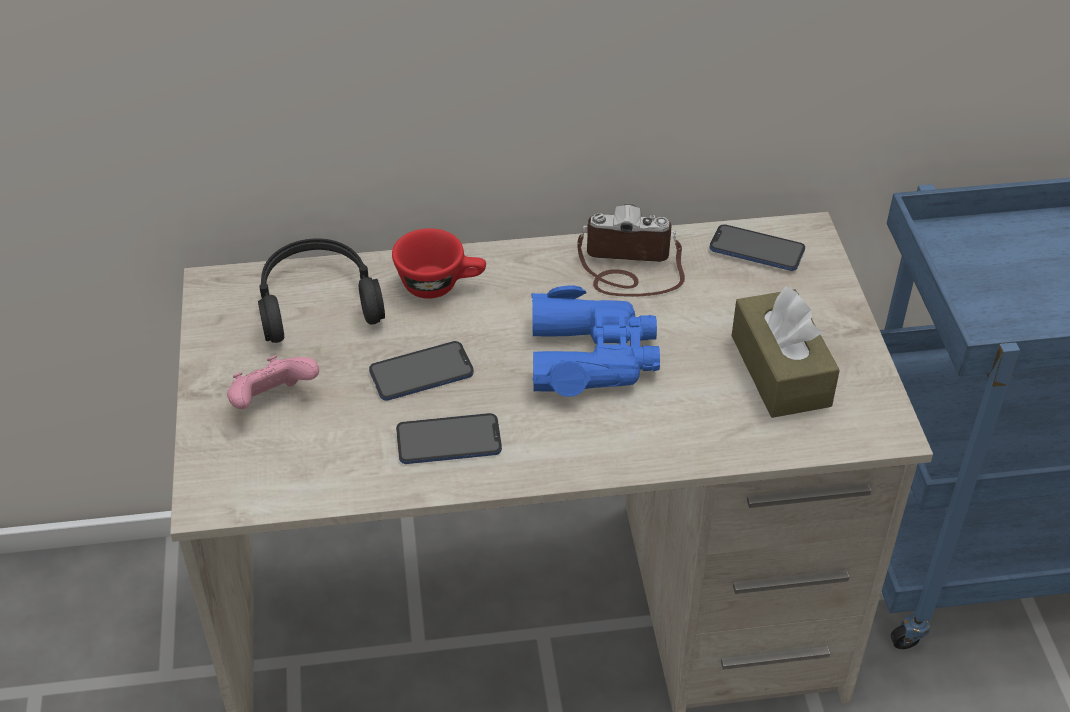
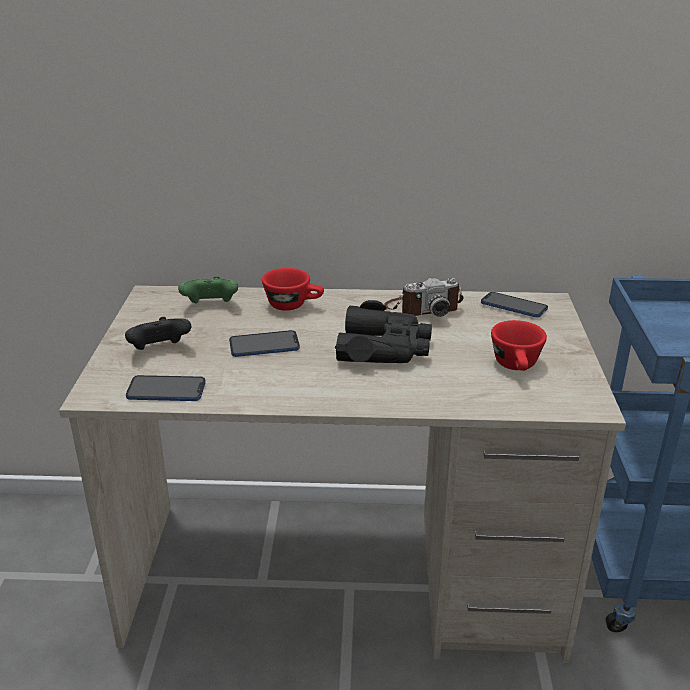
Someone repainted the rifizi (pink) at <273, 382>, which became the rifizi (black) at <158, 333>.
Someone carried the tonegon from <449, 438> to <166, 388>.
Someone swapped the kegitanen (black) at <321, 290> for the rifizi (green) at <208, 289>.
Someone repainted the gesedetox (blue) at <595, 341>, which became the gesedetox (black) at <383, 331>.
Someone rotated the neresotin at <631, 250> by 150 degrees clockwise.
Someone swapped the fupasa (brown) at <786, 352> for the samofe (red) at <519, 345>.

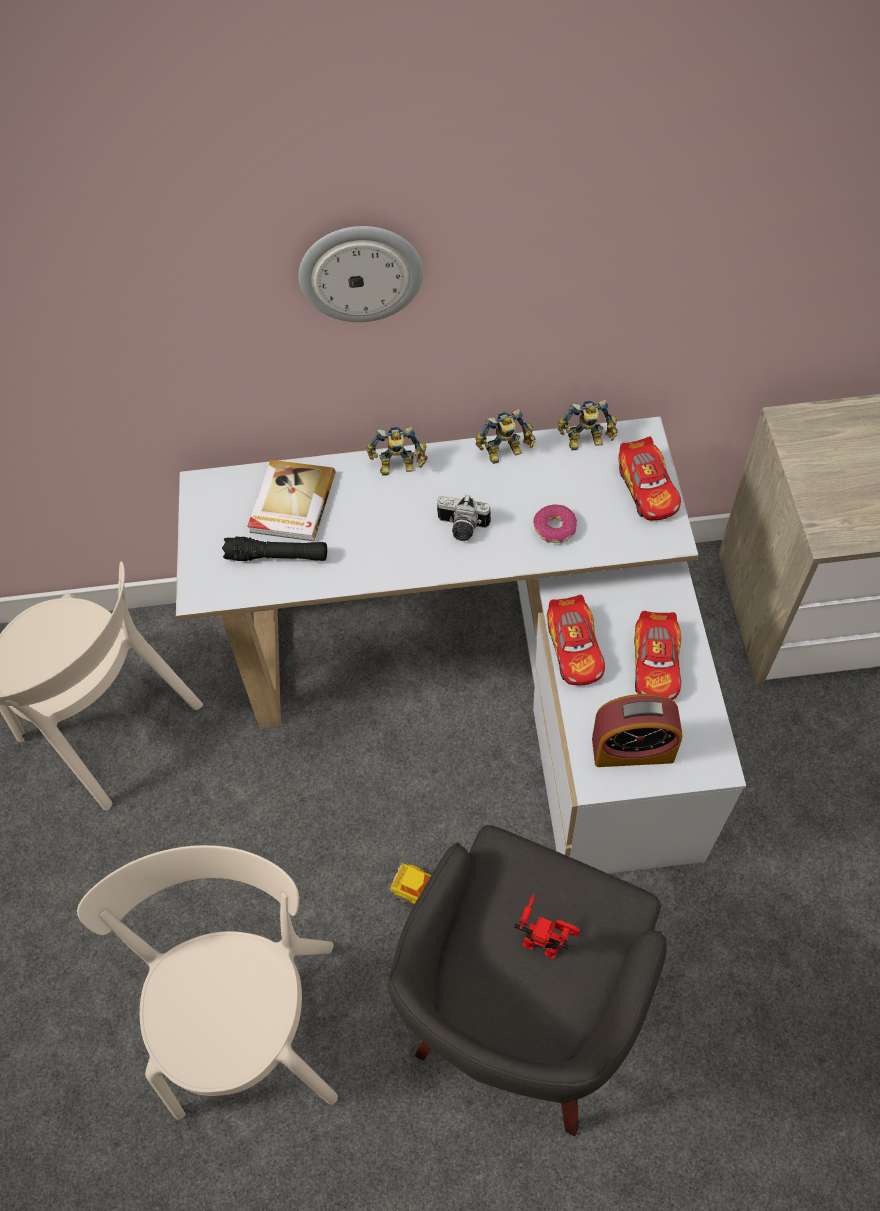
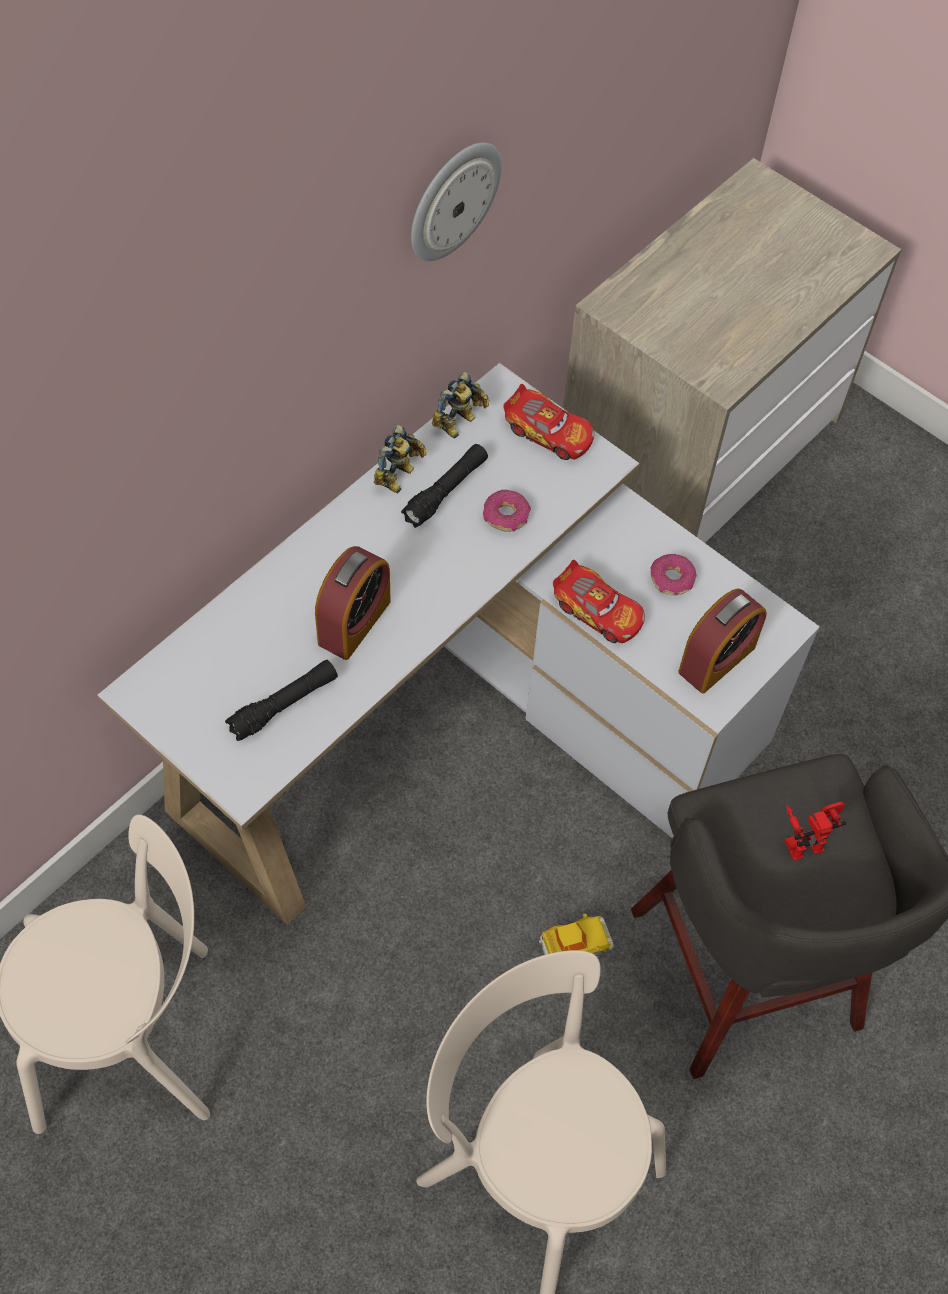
Someone put down the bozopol at <353, 603>.
Someone put down the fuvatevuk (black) at <444, 486>.
Someone carried the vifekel from <361, 274> to <456, 201>.
Someone swapped the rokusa at <657, 655> for the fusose at <673, 575>.
Someone took away the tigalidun at <291, 500>.
Someone took away the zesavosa at <396, 451>.
Someone took away the neresotin at <464, 518>.

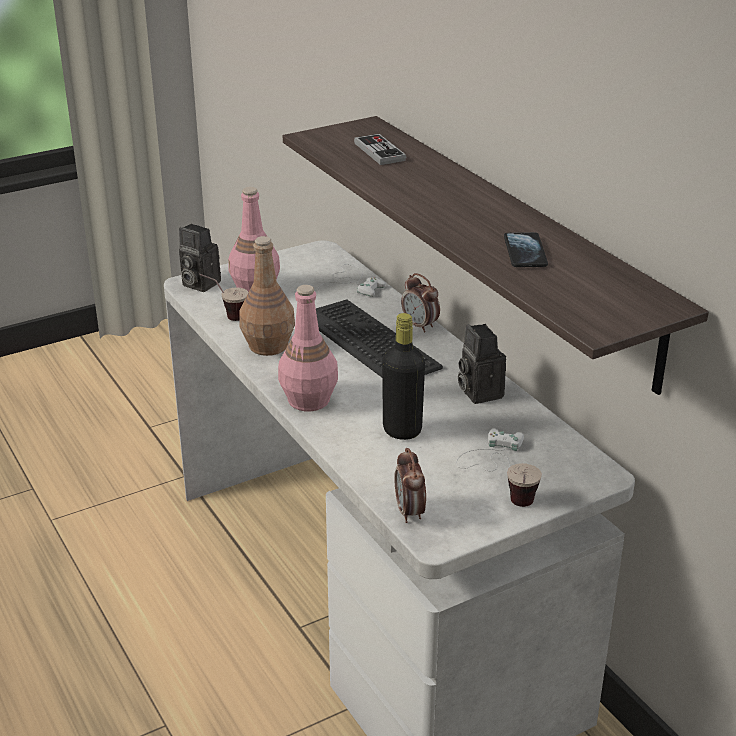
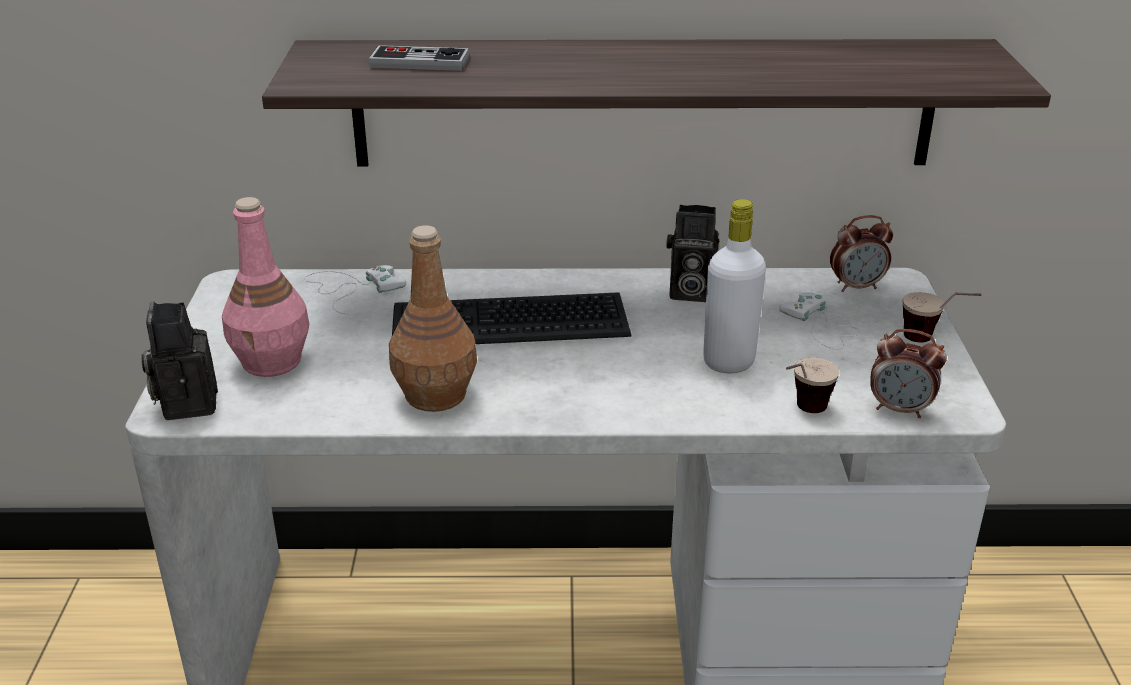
Someone rotated the neresotin at <200, 258> by 105 degrees clockwise.
Someone repainted the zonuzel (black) at <403, 376>, which became the zonuzel (white) at <734, 286>.
Someone carried the samofe from <223, 297> to <813, 385>.
Someone carried the bozopol from <420, 302> to <861, 253>.
Someone took away the zonuzel (pink) at <308, 348>.
Someone took away the tonegon at <526, 249>.

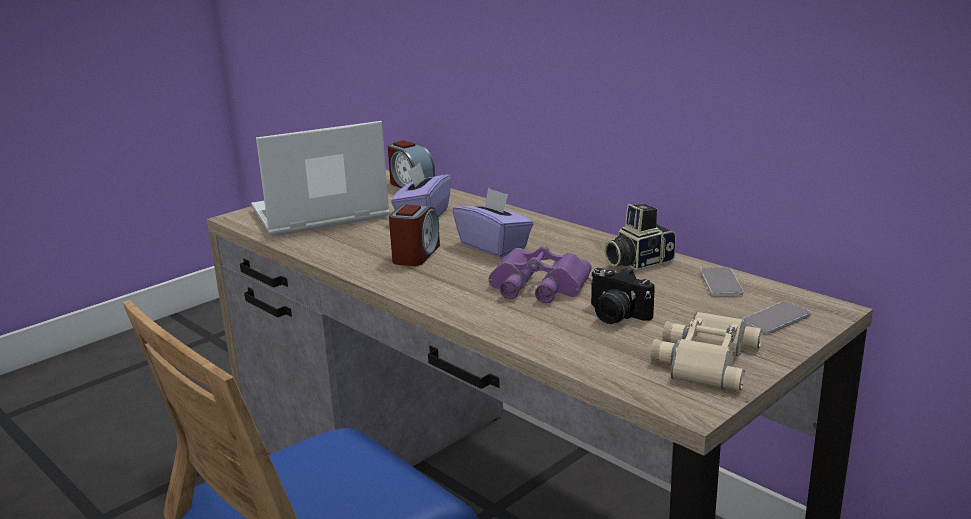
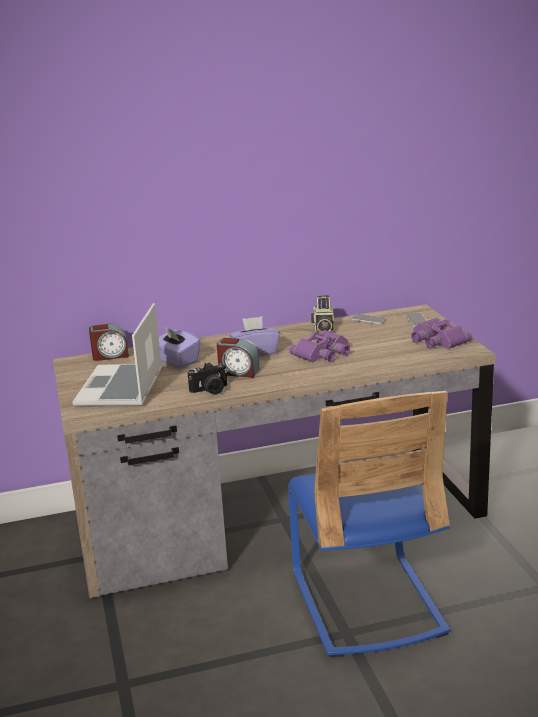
Someone carried the neresotin from <622, 296> to <207, 378>.
Someone rotated the bozopol at <414, 235> by 150 degrees clockwise.
Someone repainted the gesedetox (beige) at <706, 351>, which became the gesedetox (purple) at <442, 333>.

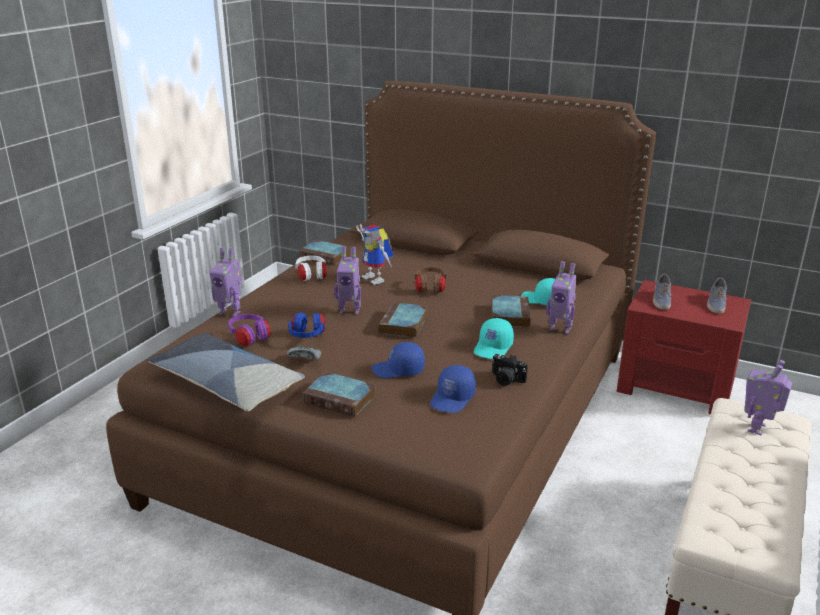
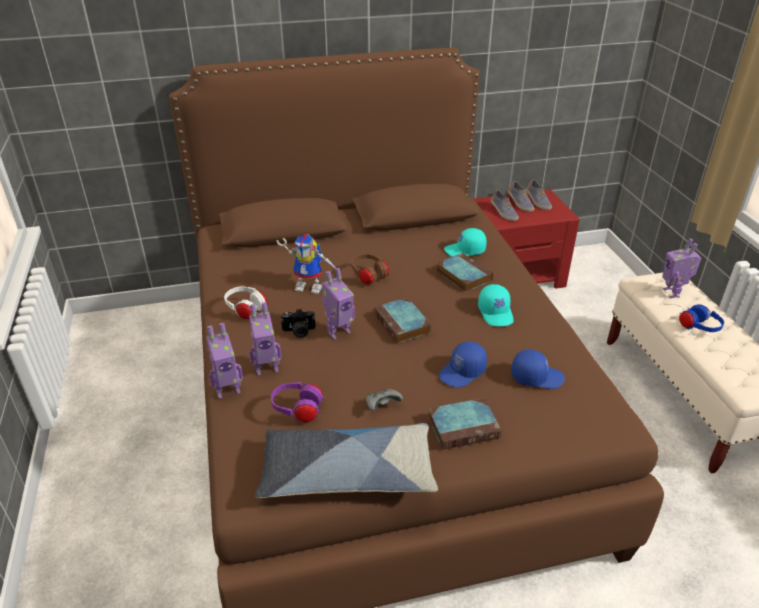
Someone carried the zesavosa from <561, 298> to <265, 339>.
Someone carried the neresotin from <510, 370> to <298, 323>.
Someone put down the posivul at <521, 196>.
Someone rotated the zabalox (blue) at <453, 389> by 75 degrees counterclockwise.
Someone carried the kegitanen (blue) from <306, 325> to <701, 318>.
Someone took away the tigalidun at <325, 253>.

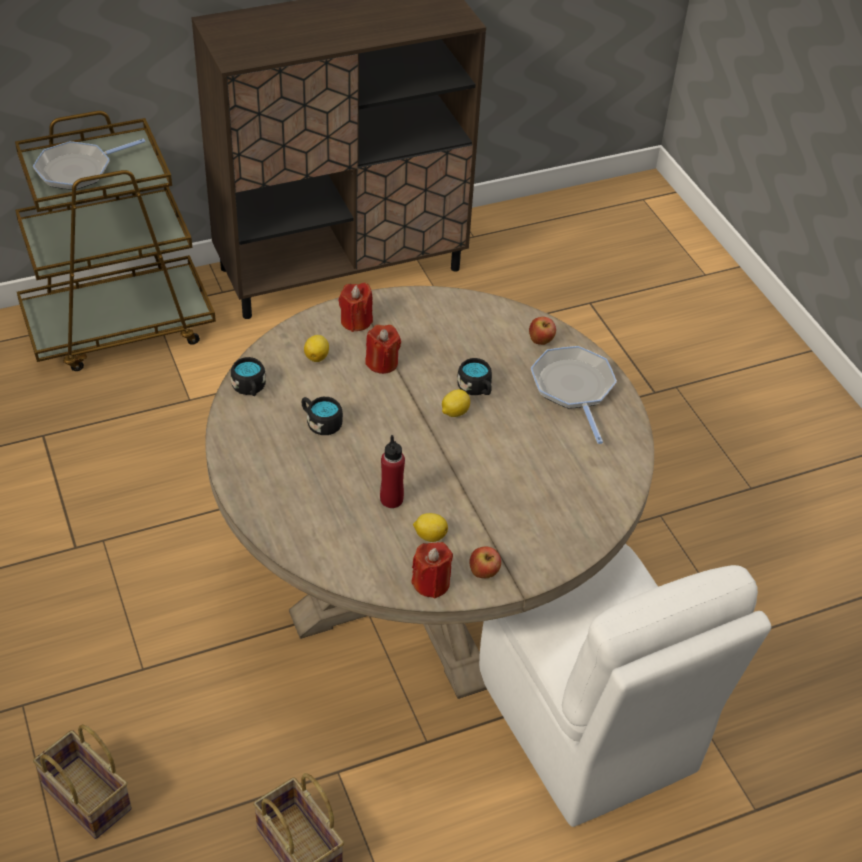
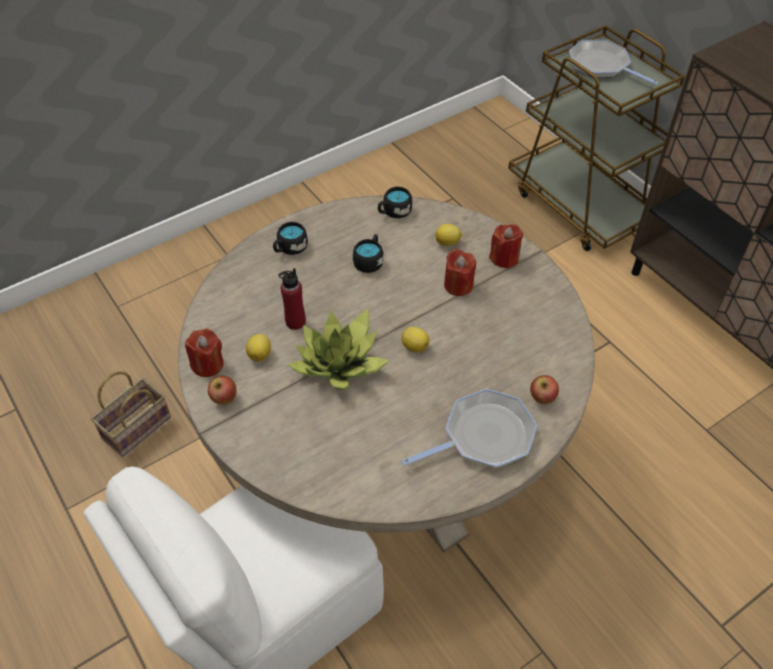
Someone carried the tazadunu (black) from <475, 376> to <290, 238>.
Someone put down the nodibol at <338, 349>.
Someone took away the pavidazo at <82, 781>.

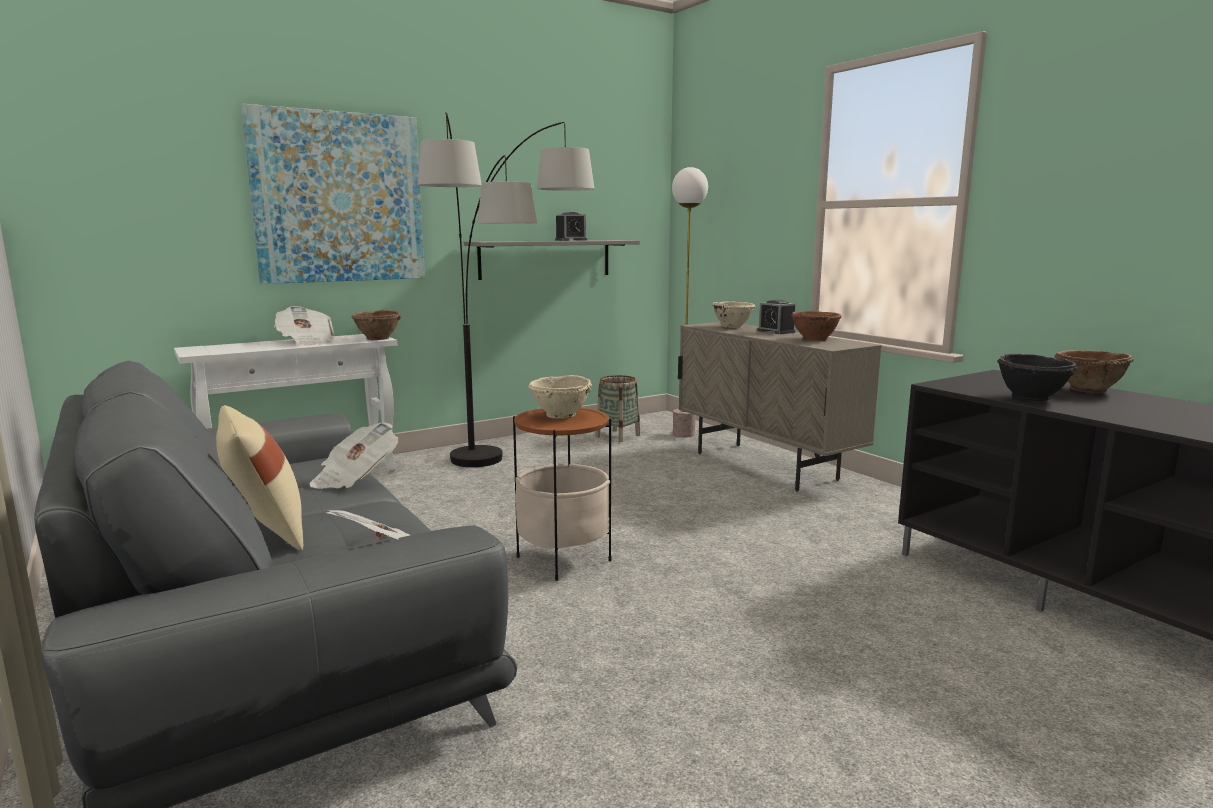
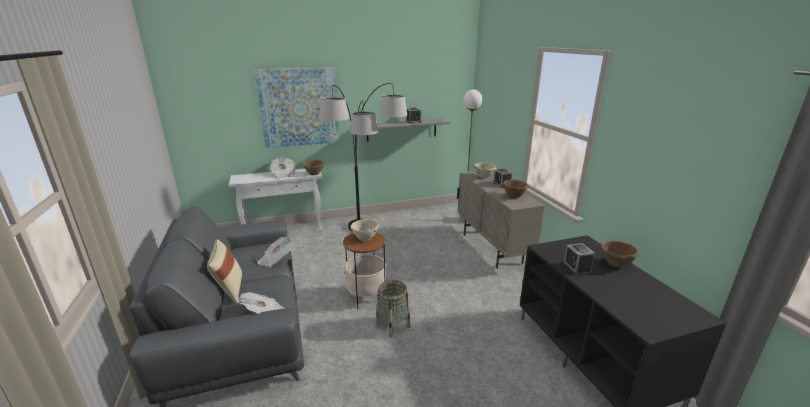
Someone carried the pavidazo from <617, 408> to <393, 309>.
Someone swapped the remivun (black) at <1037, 377> for the bozopol at <579, 259>.

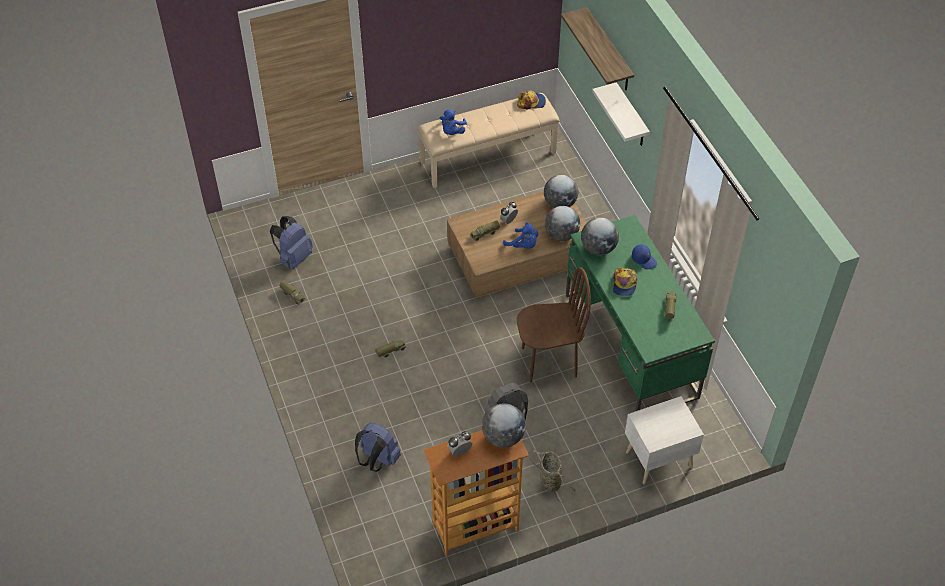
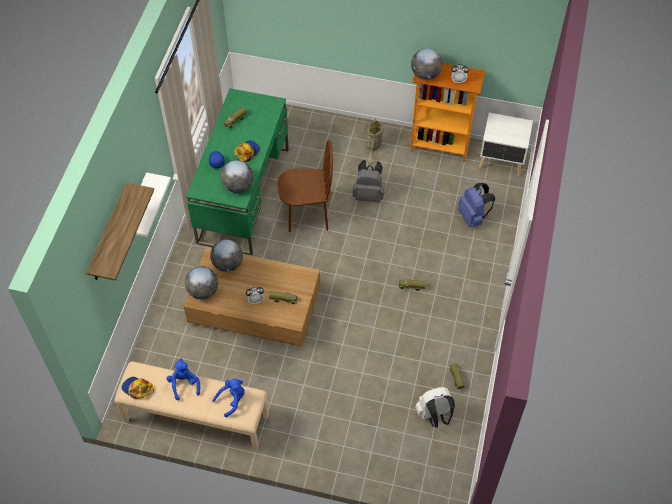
Someone carried the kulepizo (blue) from <520, 236> to <183, 380>.
Someone rotated the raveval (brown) at <554, 324> by 150 degrees clockwise.
Someone repainted the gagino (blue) at <291, 242>, which became the gagino (white) at <435, 407>.
Someone carried the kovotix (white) from <664, 440> to <506, 144>.

